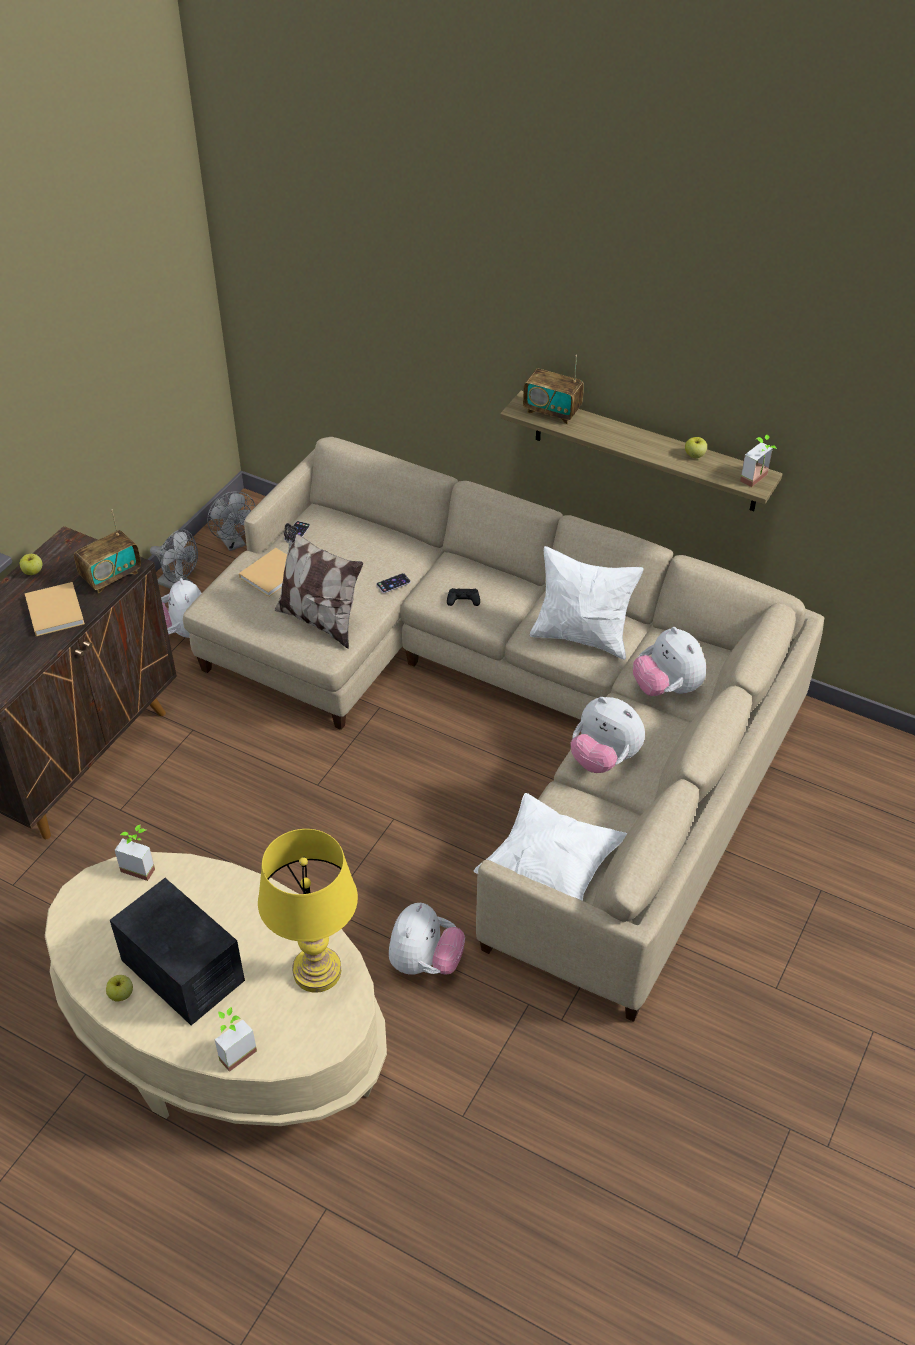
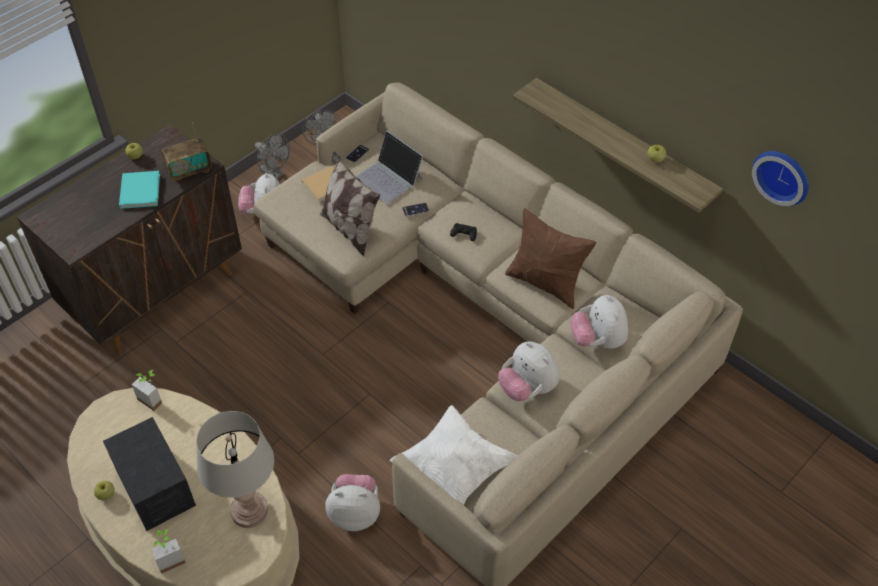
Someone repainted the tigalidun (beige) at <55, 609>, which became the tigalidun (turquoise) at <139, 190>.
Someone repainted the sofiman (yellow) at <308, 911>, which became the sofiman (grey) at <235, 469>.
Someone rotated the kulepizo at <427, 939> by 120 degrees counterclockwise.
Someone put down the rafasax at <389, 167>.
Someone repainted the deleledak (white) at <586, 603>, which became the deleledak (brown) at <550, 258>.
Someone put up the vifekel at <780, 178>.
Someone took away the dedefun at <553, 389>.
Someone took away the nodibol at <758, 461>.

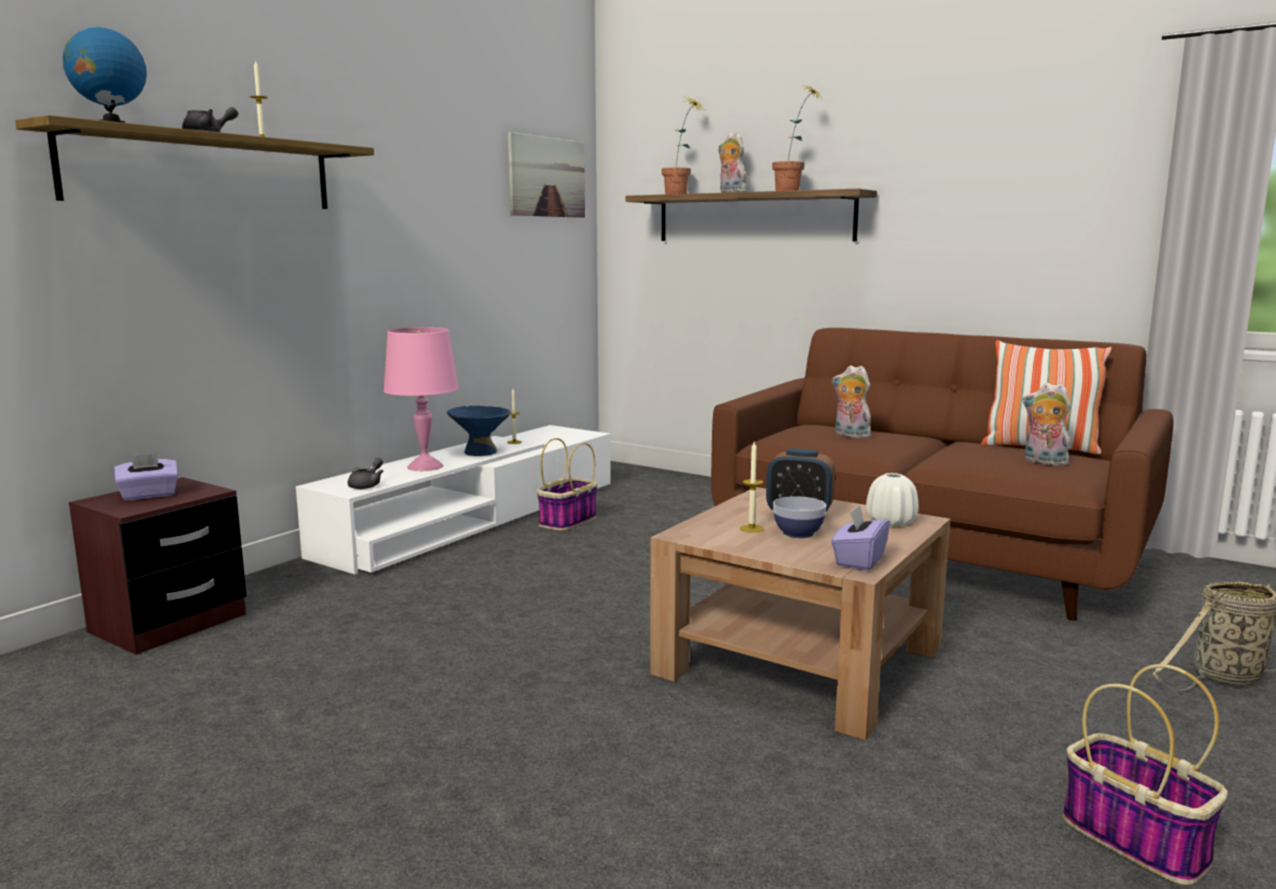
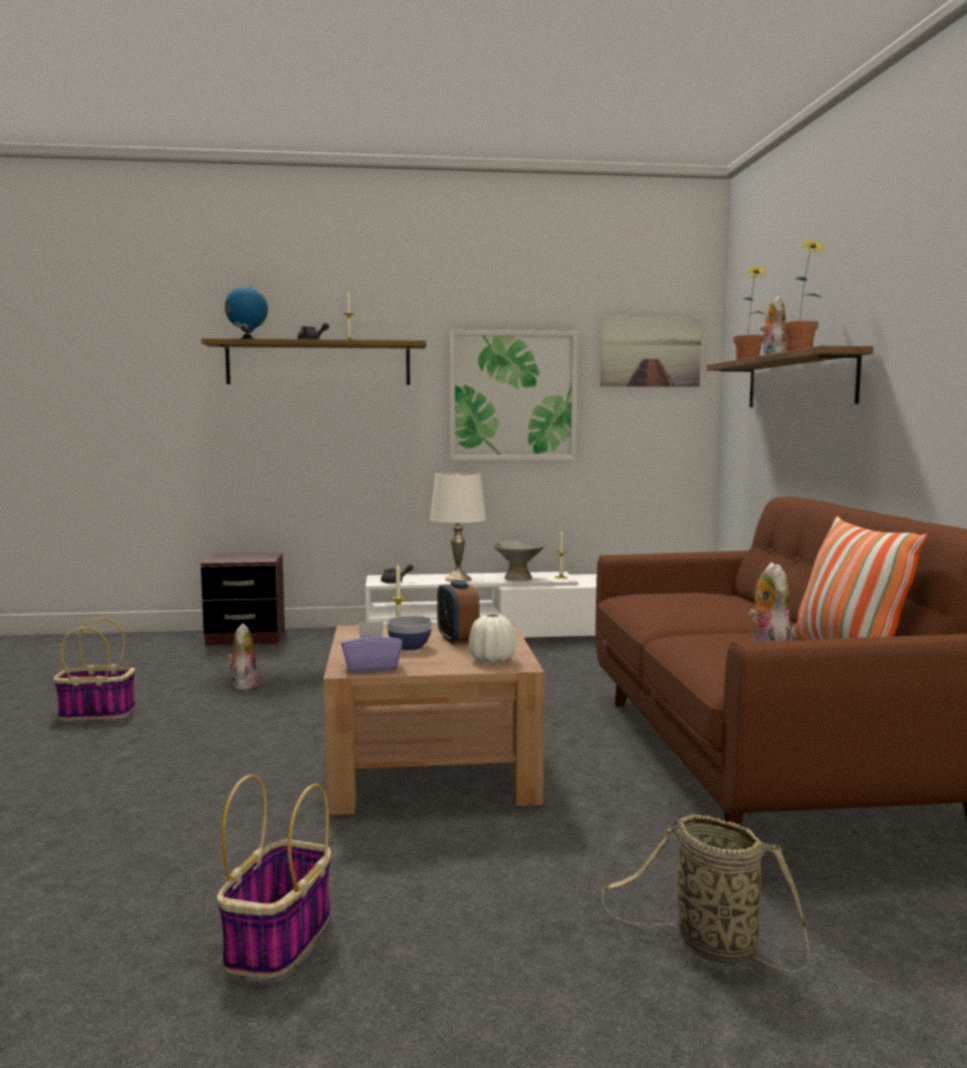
Someone carried the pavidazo from <567, 484> to <94, 669>.
Someone carried the kulepizo from <851, 401> to <242, 656>.
Someone repainted the sofiman (pink) at <421, 399>, which became the sofiman (white) at <458, 527>.
Someone put up the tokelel at <513, 395>.
Someone repainted the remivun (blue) at <478, 431>, which became the remivun (grey) at <518, 560>.
Someone took away the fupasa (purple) at <146, 477>.

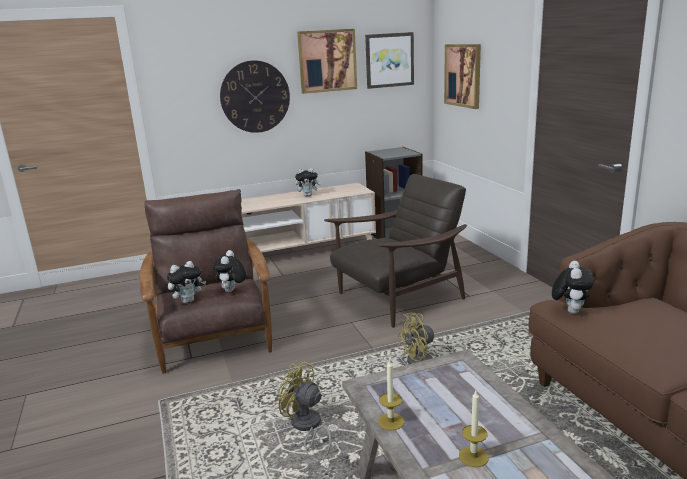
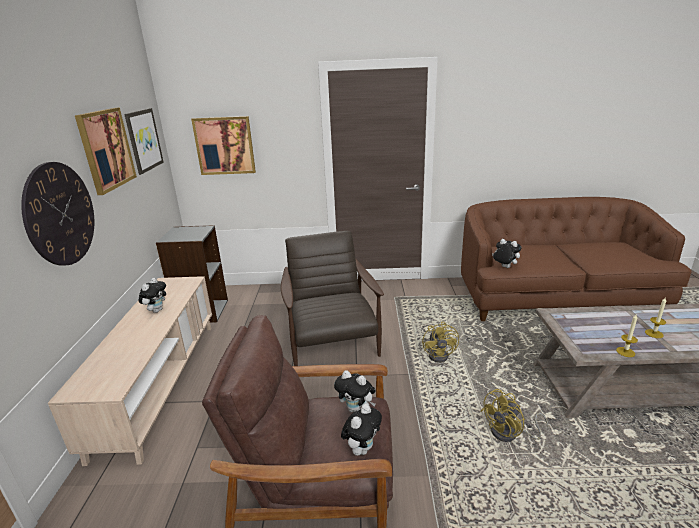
Someone rotated the kulepizo at <186, 282> by 45 degrees clockwise.

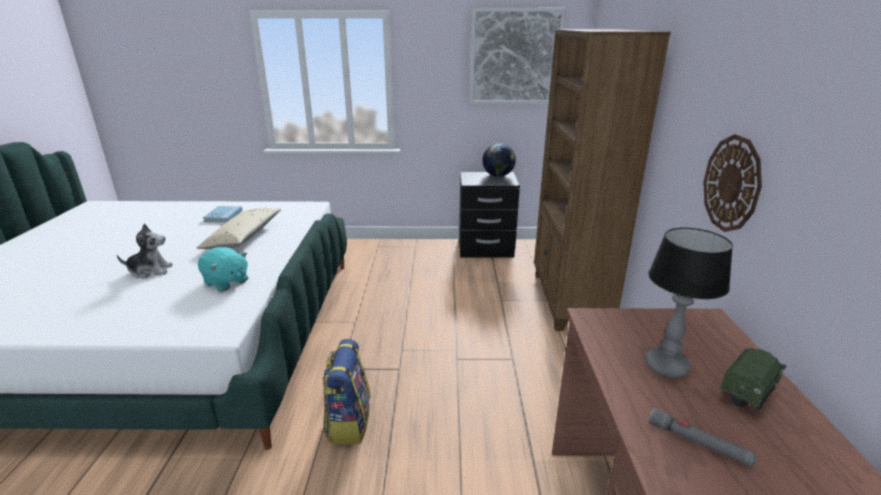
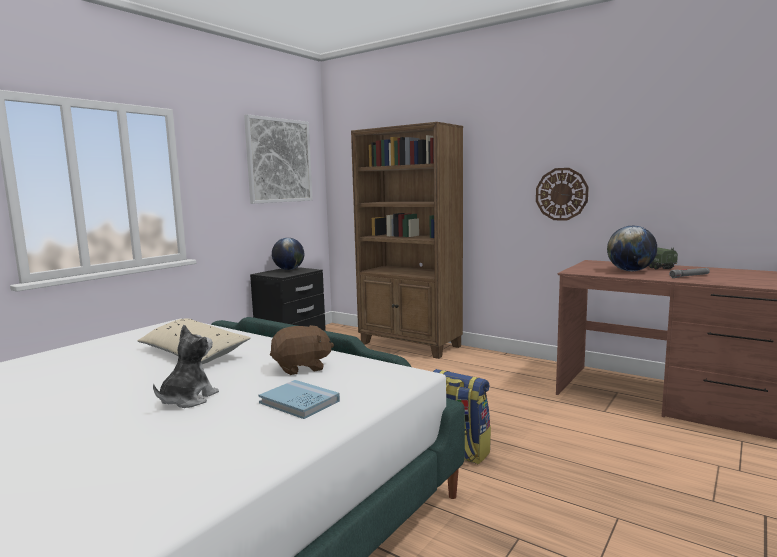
Someone carried the tigalidun (blue) from <223, 214> to <299, 399>.
Someone repainted the kulepizo (turquoise) at <223, 269>, which became the kulepizo (brown) at <302, 350>.
Someone swapped the sofiman at <689, 303> for the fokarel at <632, 248>.

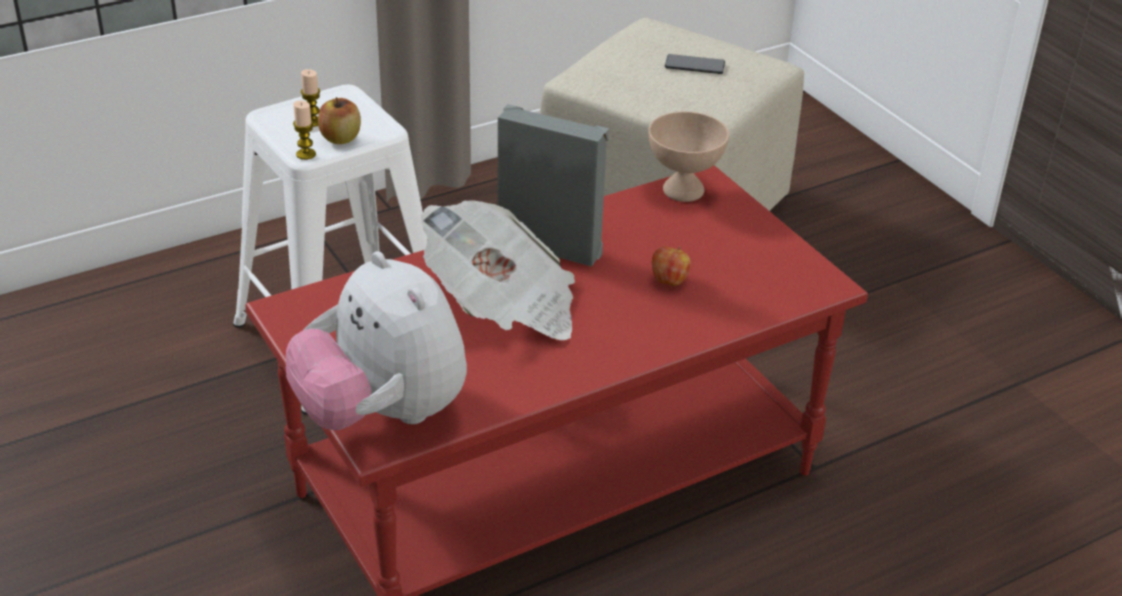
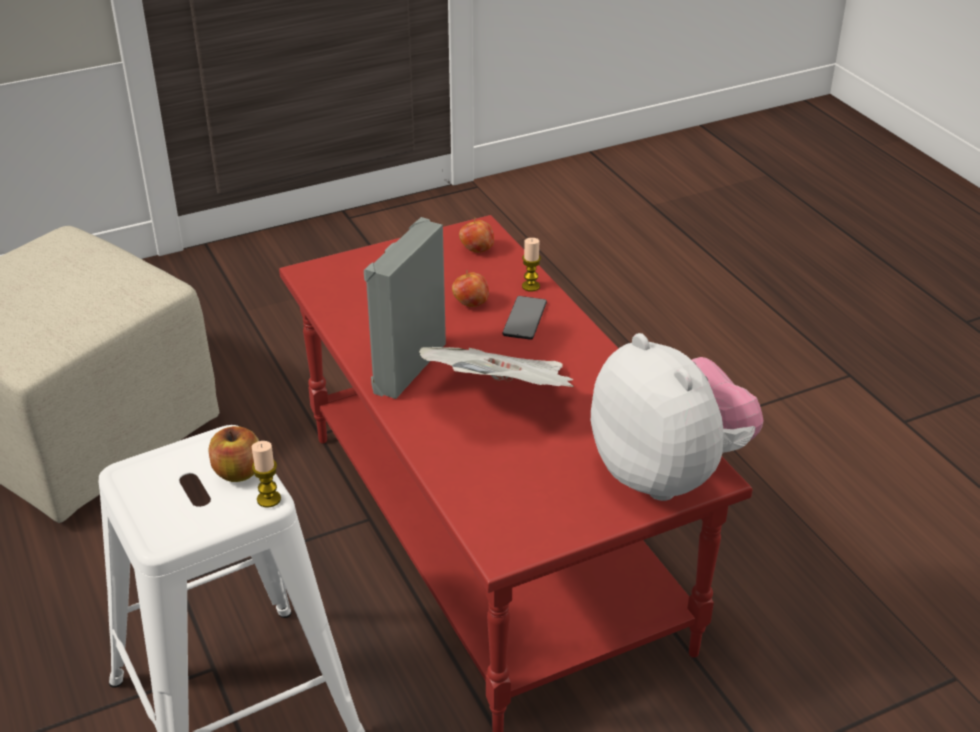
Someone put down the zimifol at <476, 235>.
Someone carried the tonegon from <695, 64> to <524, 318>.
Someone carried the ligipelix from <310, 98> to <531, 265>.
Someone rotated the kulepizo at <376, 340> by 90 degrees counterclockwise.
Someone took away the remivun (beige) at <688, 156>.

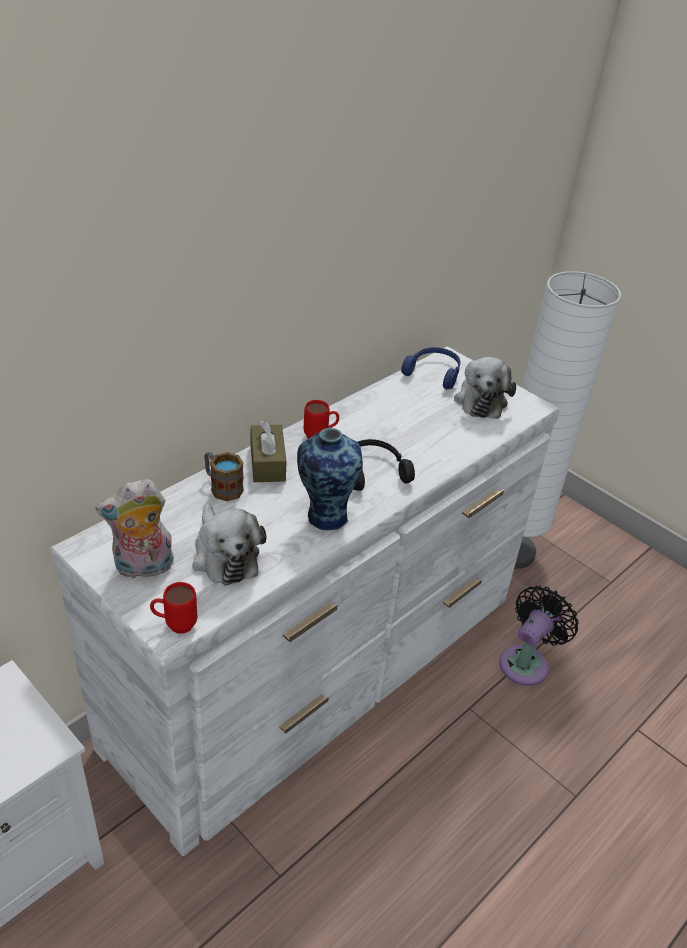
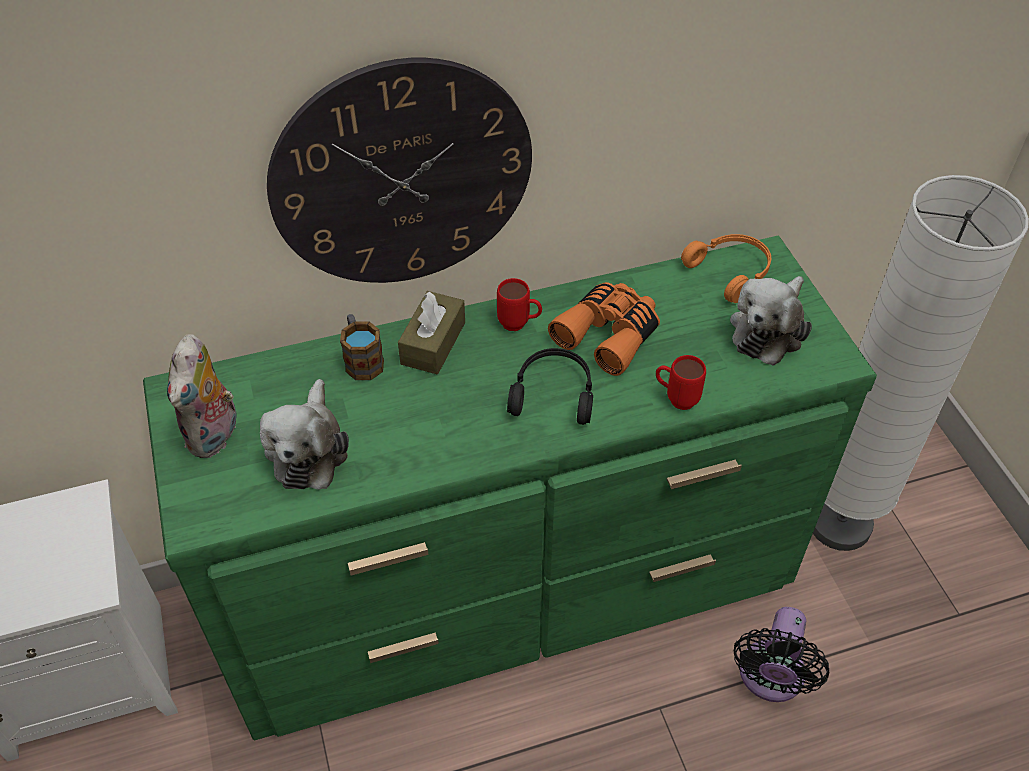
Someone repainted the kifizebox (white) at <305, 601>, which became the kifizebox (green) at <510, 487>.
Someone rotated the kulepizo at <135, 529> by 90 degrees counterclockwise.
Someone put up the vifekel at <399, 170>.
Someone put down the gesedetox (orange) at <604, 329>.
Someone carried the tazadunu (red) from <173, 608> to <681, 382>.
Someone repainted the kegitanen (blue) at <430, 368>, which became the kegitanen (orange) at <726, 268>.
Someone rotated the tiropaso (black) at <539, 636> by 135 degrees clockwise.
Someone took away the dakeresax at <330, 479>.

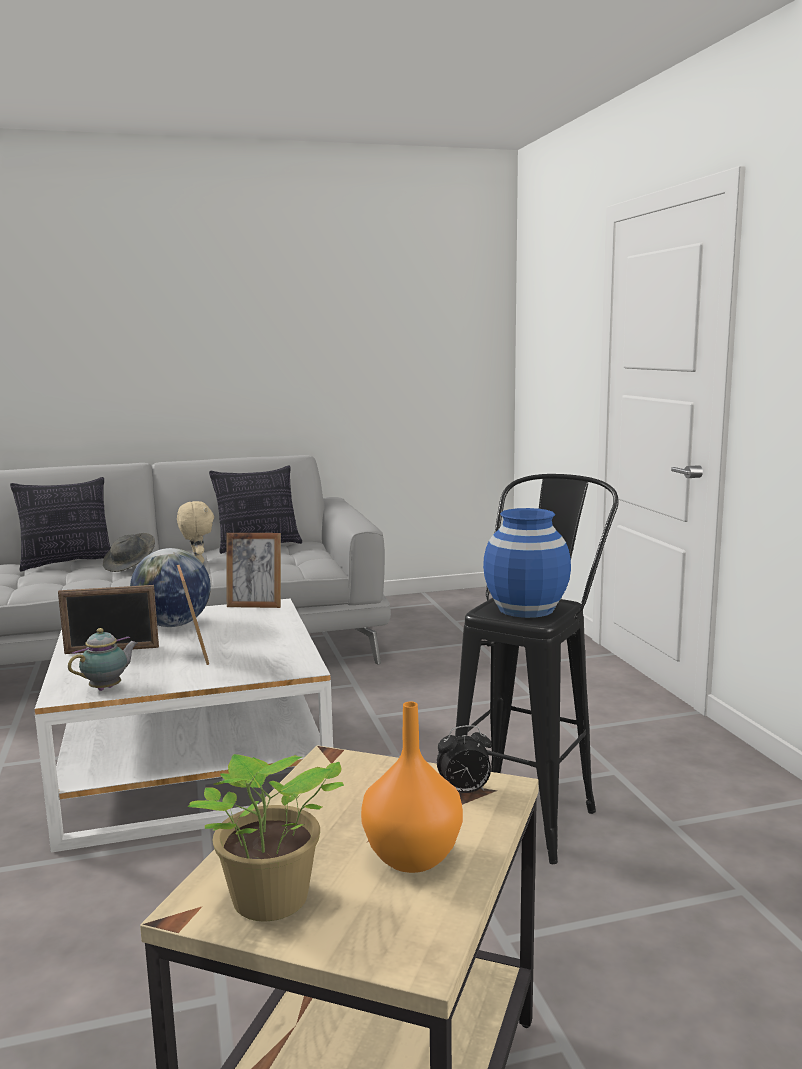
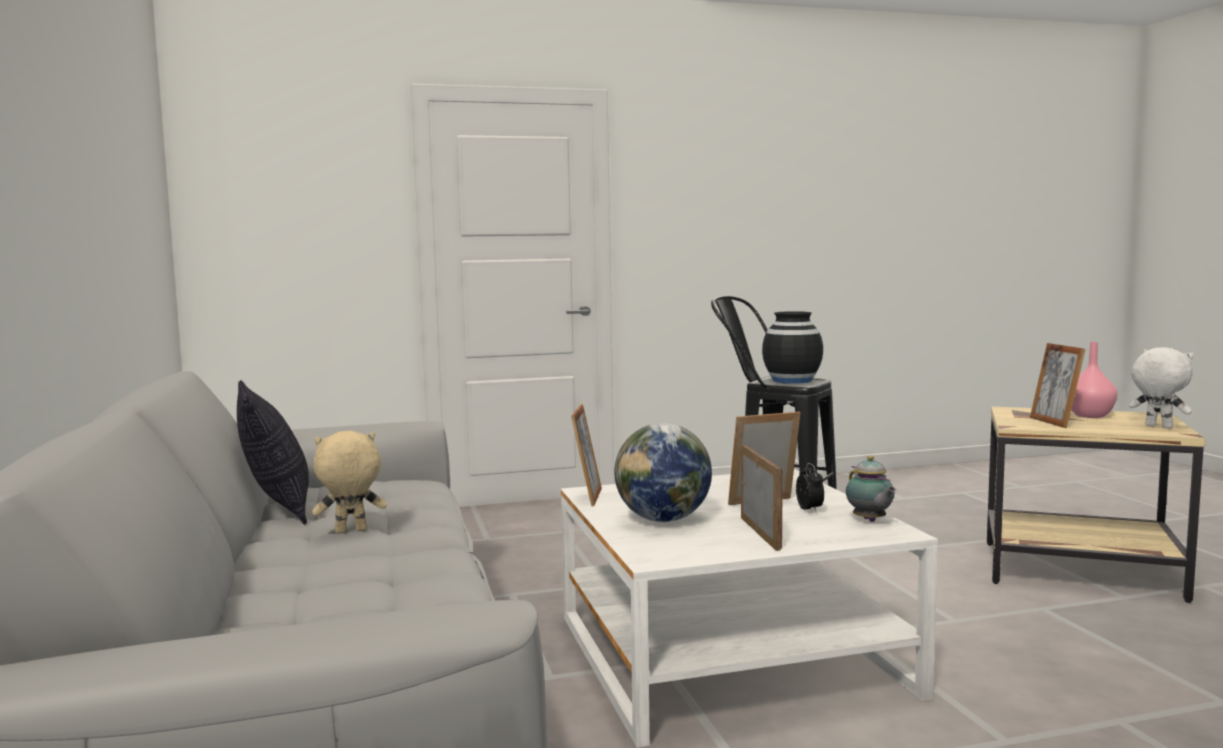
Someone repainted the dakeresax (blue) at <527, 563>, which became the dakeresax (black) at <792, 347>.
Someone carried the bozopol from <464, 759> to <810, 488>.
Someone rotated the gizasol at <103, 659> by 150 degrees counterclockwise.
Someone put down the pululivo at <1058, 385>.
Someone repainted the dakeresax (orange) at <412, 787>, which became the dakeresax (pink) at <1094, 380>.
Someone swapped the nodibol at <266, 837> for the kulepizo (white) at <1161, 388>.
Someone took away the deleledak at <60, 524>.
Someone took away the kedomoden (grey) at <129, 552>.

